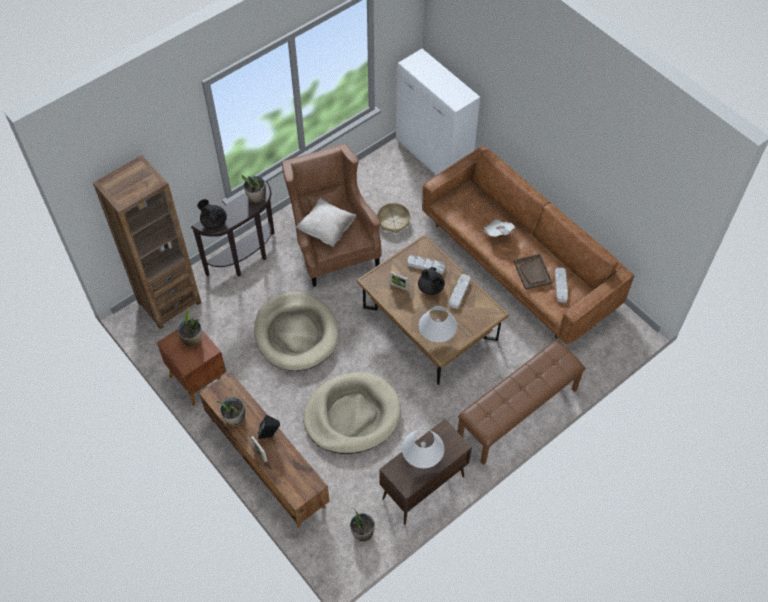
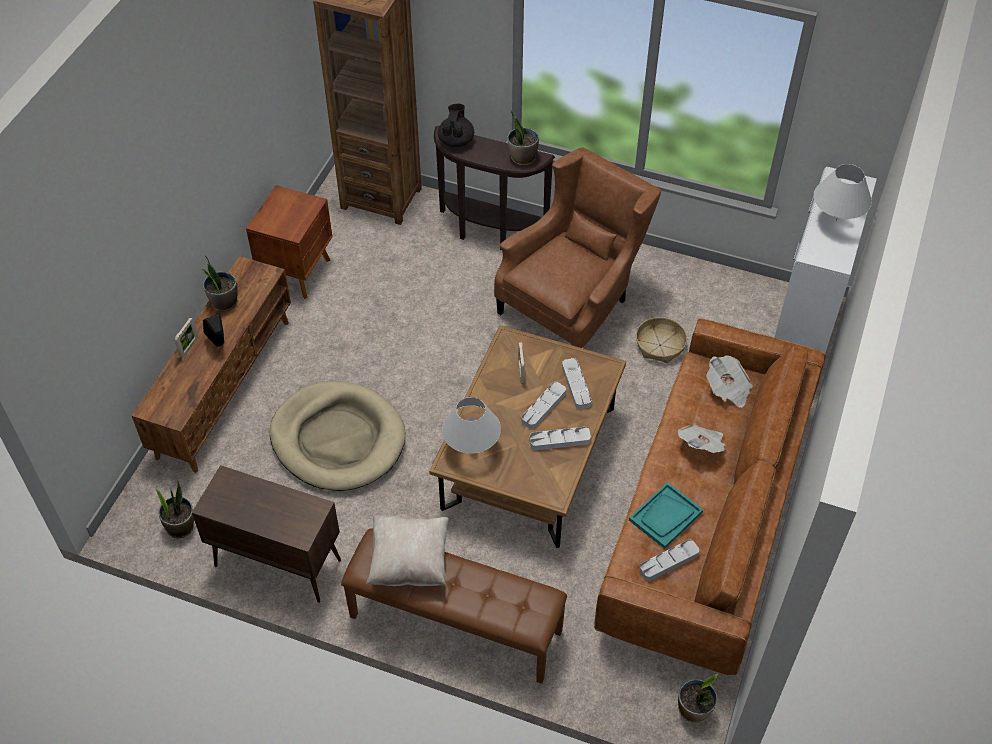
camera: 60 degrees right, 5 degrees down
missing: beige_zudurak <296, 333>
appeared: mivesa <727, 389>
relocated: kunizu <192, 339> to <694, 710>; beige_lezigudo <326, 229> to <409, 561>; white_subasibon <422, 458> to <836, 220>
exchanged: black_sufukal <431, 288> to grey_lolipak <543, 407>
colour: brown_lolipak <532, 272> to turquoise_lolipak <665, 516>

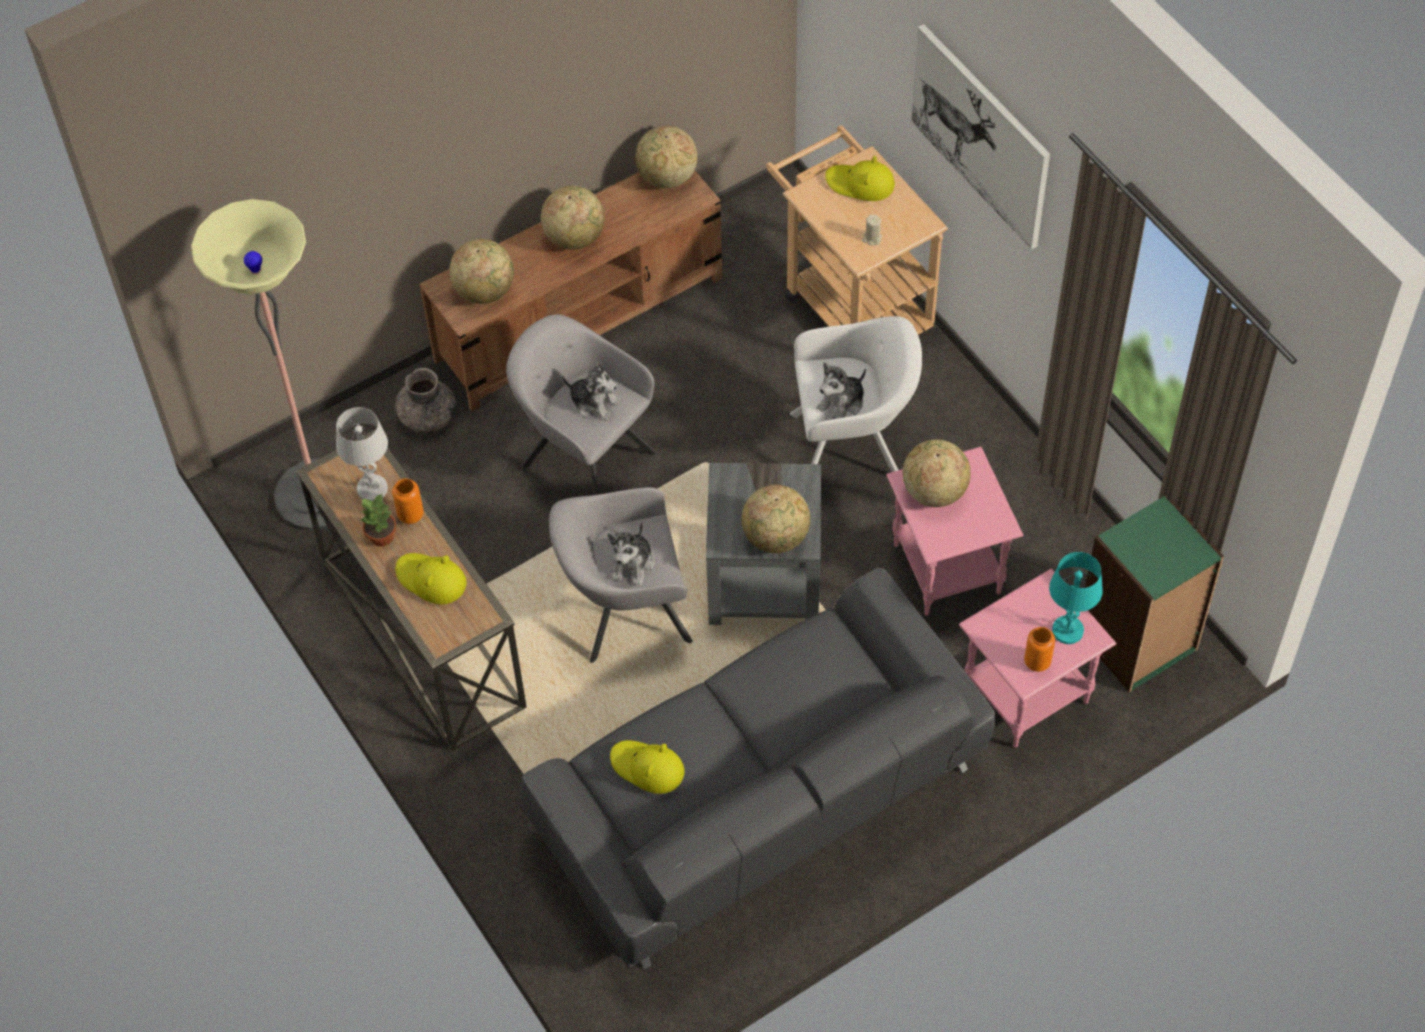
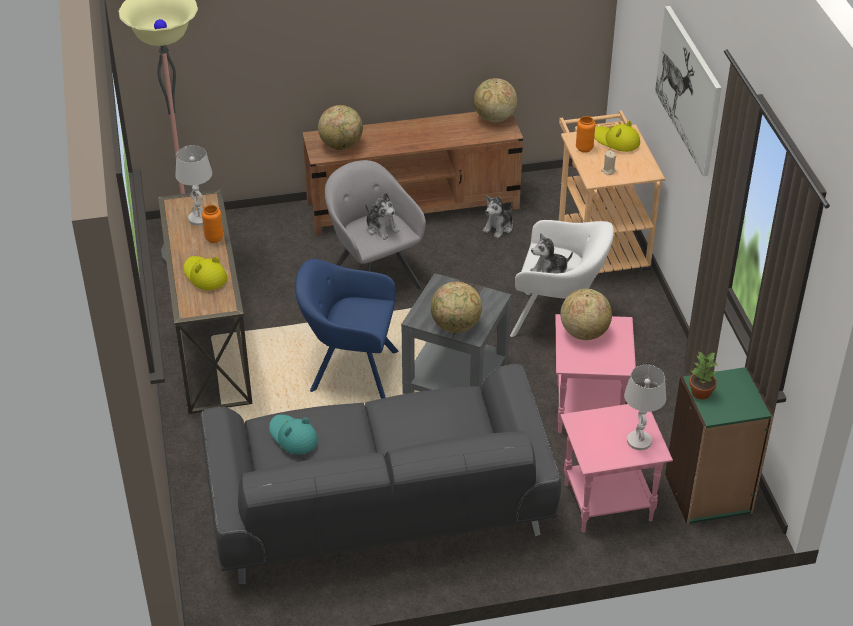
camera: 20 degrees right, 15 degrees down
missing: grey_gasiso <427, 417>; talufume <574, 237>
relocated: kunizu <381, 537> to <700, 392>; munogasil <633, 564> to <499, 227>; orange_gasiso <1037, 662> to <584, 148>
colour: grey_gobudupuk <624, 613> to blue_gobudupuk <349, 370>; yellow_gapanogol <647, 768> to turquoise_gapanogol <293, 437>; turquoise_subasibon <1067, 630> to white_subasibon <639, 441>

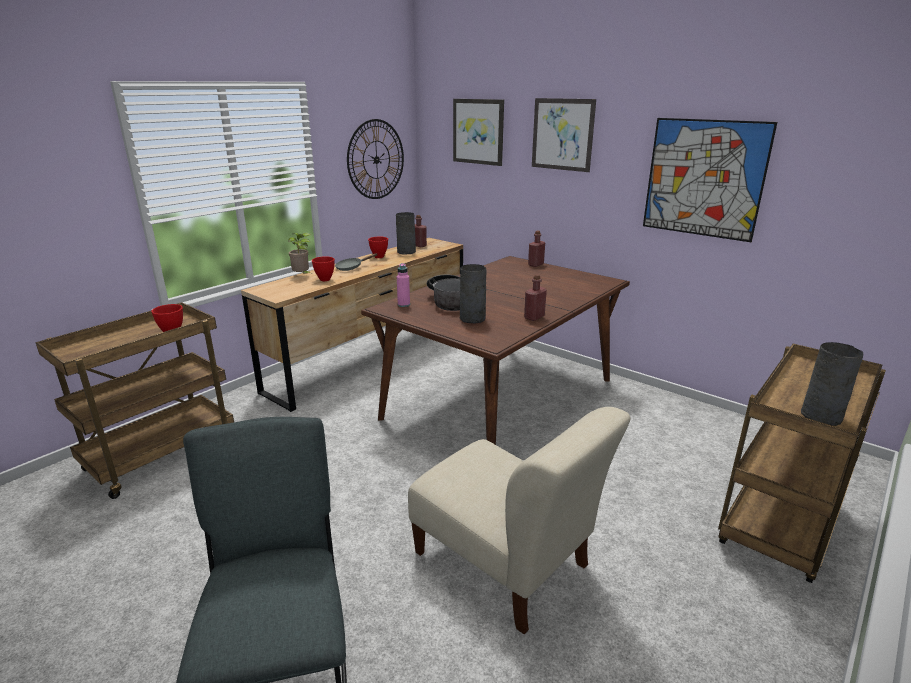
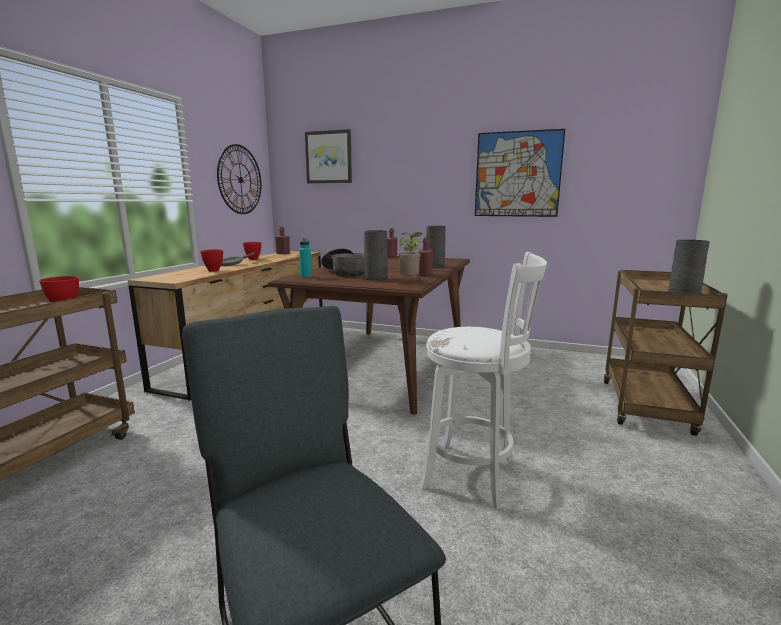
camera: 20 degrees left, 10 degrees down
missing: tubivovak <562, 134>
relocated: kunizu <302, 276> to <410, 281>; grey_gasiso <407, 252> to <435, 266>
exchanged: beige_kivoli <506, 564> to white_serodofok <474, 475>
colour: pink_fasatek <403, 304> to turquoise_fasatek <306, 276>

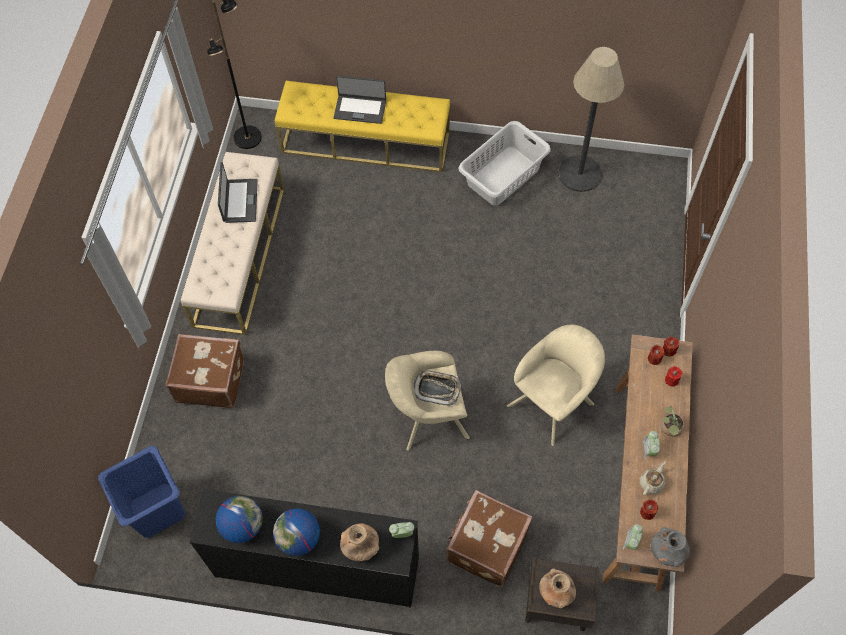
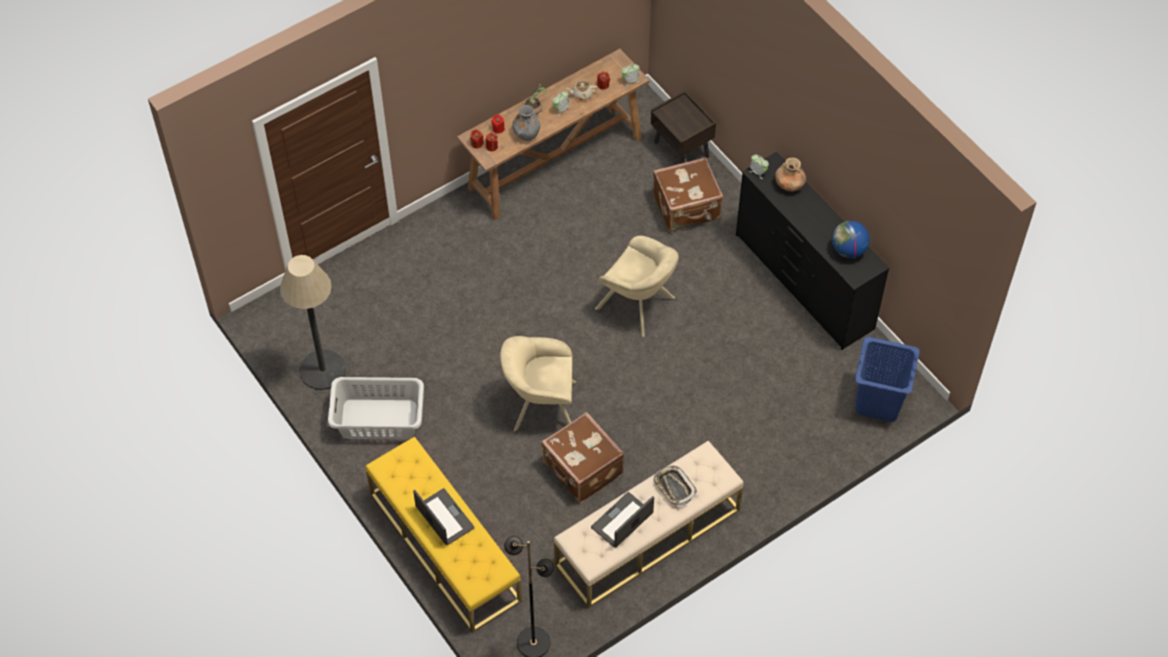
camera: 135 degrees left, 5 degrees down
missing: talufume <299, 539>; brown_gasiso <556, 593>
relocated: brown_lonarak <210, 379> to <582, 470>; lolipak <437, 389> to <674, 487>; beige_gobudupuk <553, 402> to <540, 405>; grey_gasiso <667, 552> to <526, 133>

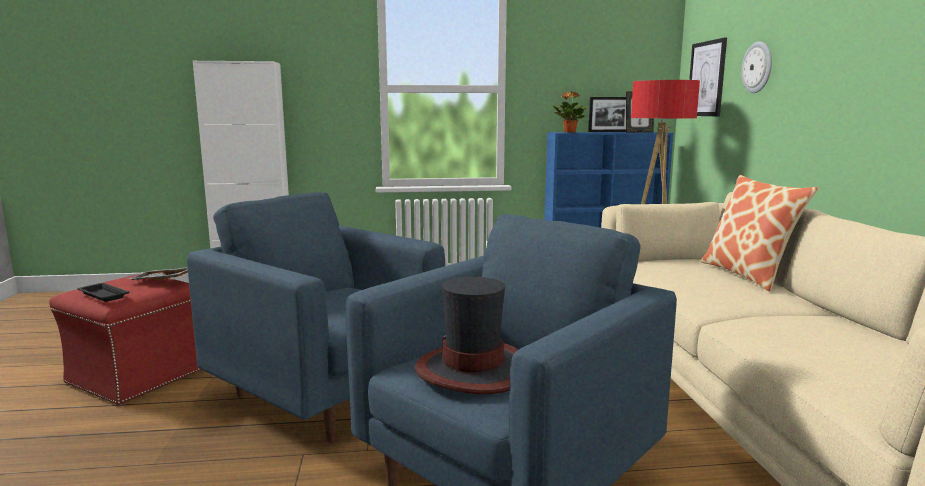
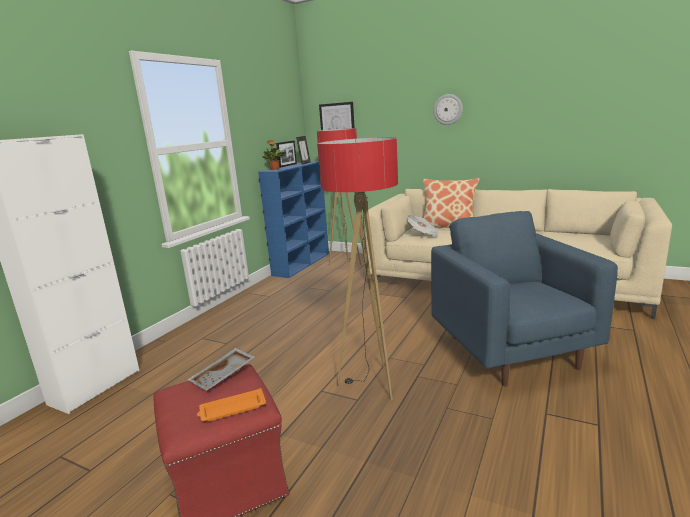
camera: 55 degrees left, 5 degrees up
missing: gapanogol <473, 369>
appeared: mivesa <424, 234>
relocated: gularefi <757, 67> to <448, 109>
exchanged: blue_gobudupuk <329, 394> to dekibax <370, 384>
colour: black_lolipak <103, 295> to orange_lolipak <232, 409>

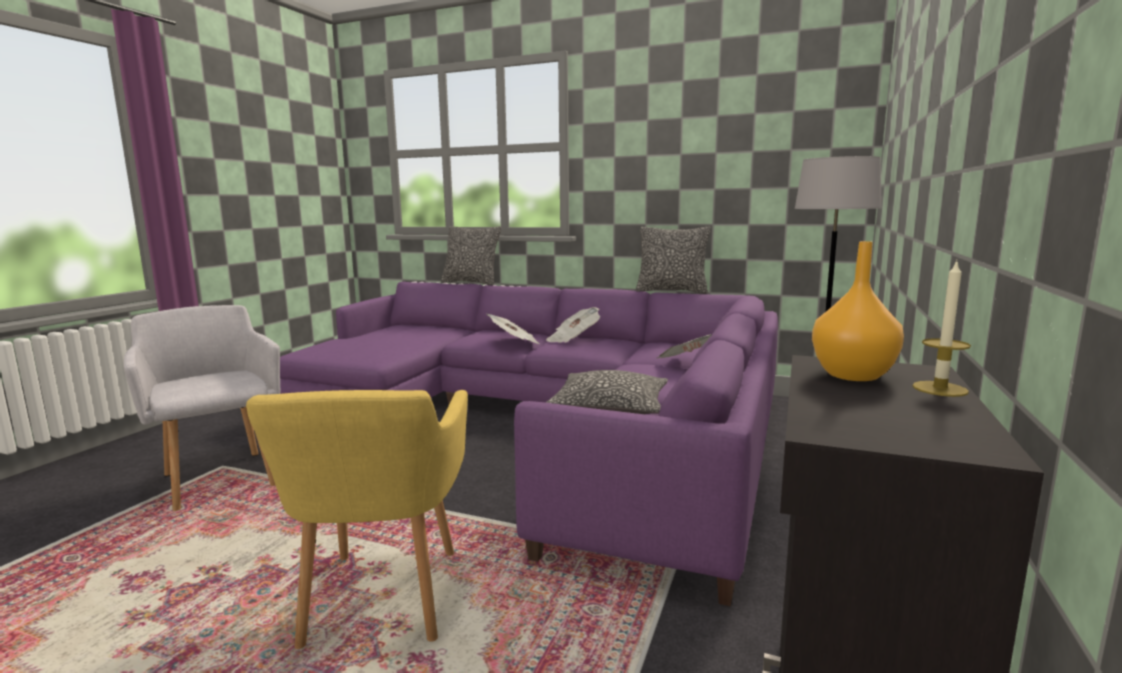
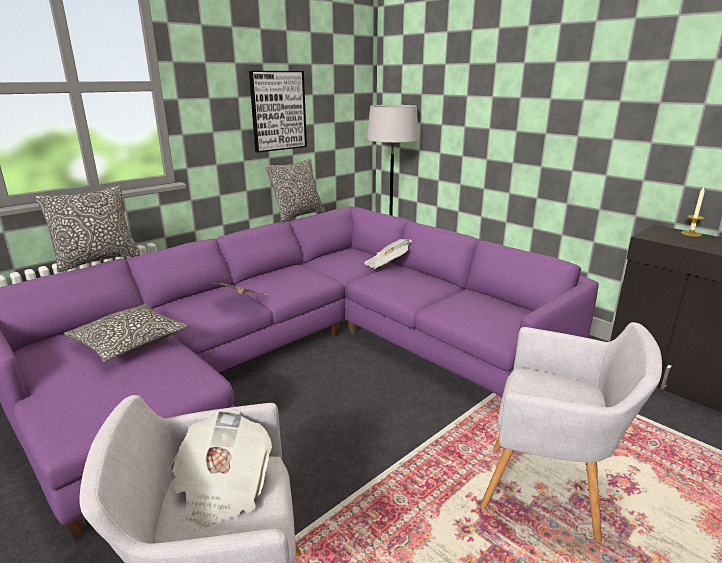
camera: 65 degrees left, 10 degrees up
missing: orange_gasiso <851, 375>
appeared: tubivovak <278, 111>
relocated: mivesa <573, 339> to <222, 488>; lezigudo <610, 408> to <130, 342>
colour: yellow_gobudupuk <380, 602> to grey_gobudupuk <549, 493>

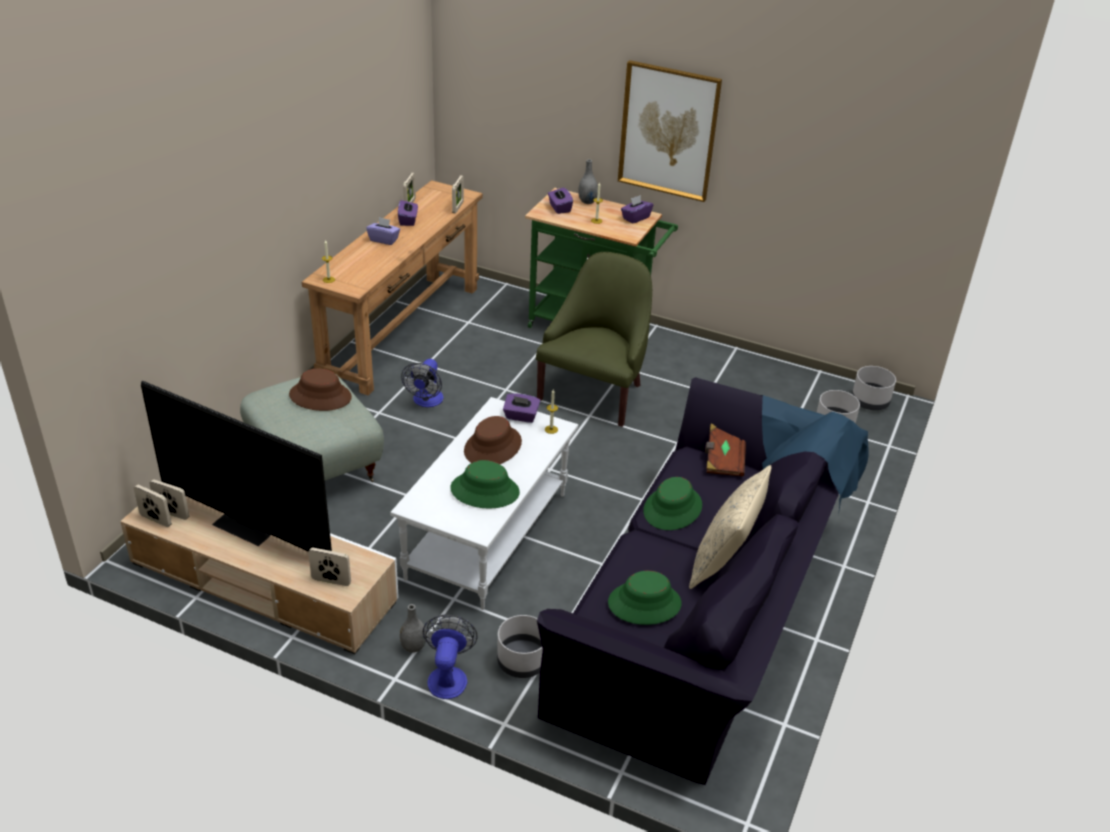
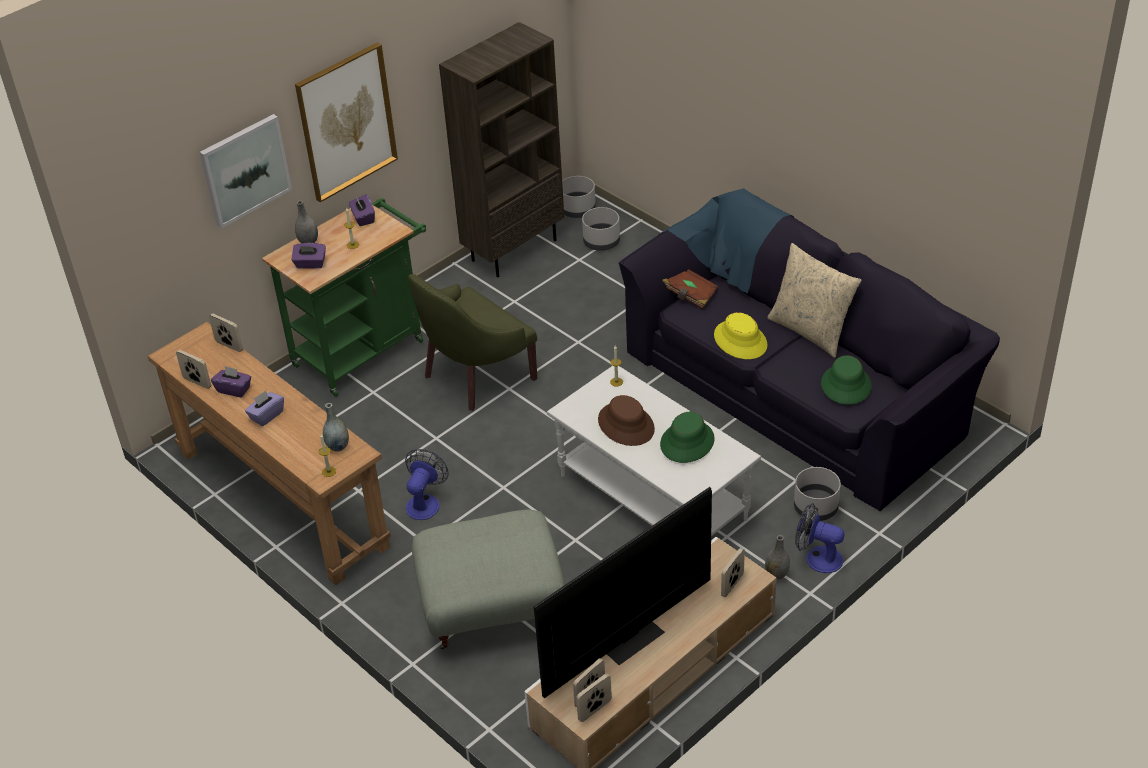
camera: 65 degrees left, 5 degrees up
missing: brown_gapanogol <320, 396>; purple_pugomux <521, 416>
appeared: tubivovak <245, 170>; grey_gasiso <338, 446>; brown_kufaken <514, 249>
colour: green_gapanogol <673, 508> to yellow_gapanogol <740, 340>
spun: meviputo <426, 401> = <425, 502> 105 degrees counterclockwise; green_gobudupuk <595, 392> = <475, 376> 90 degrees counterclockwise

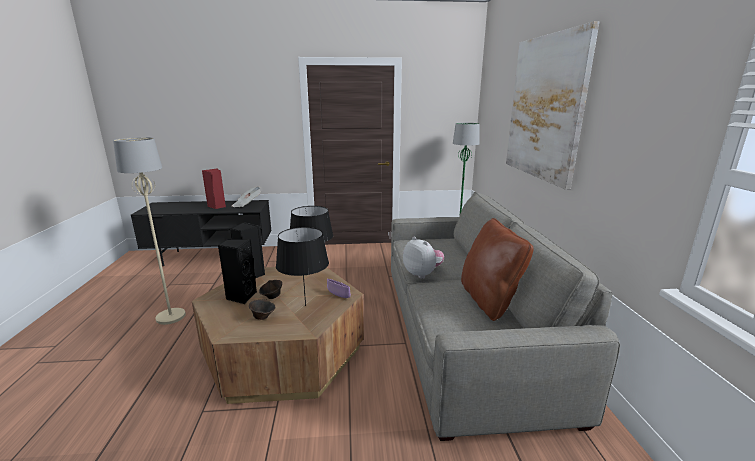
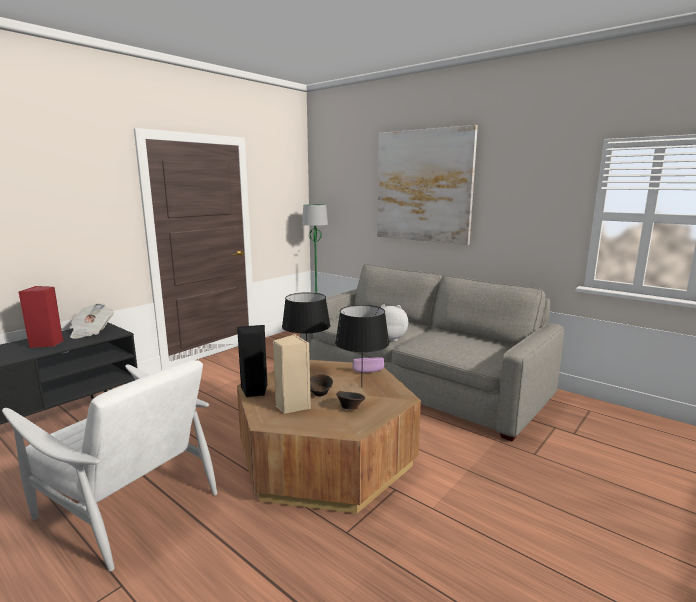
camera: 45 degrees left, 5 degrees down
missing: brown_lezigudo <489, 300>
exchanged: beige_dekibax <170, 317> to white_gobudupuk <126, 502>
colour: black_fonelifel <241, 297> to beige_fonelifel <292, 406>

